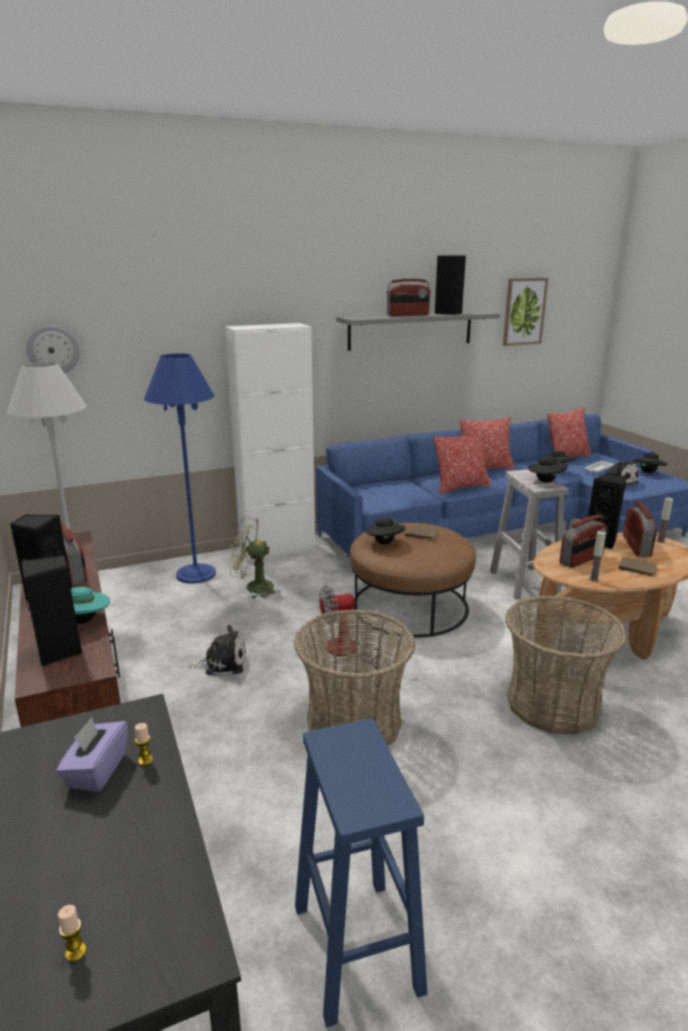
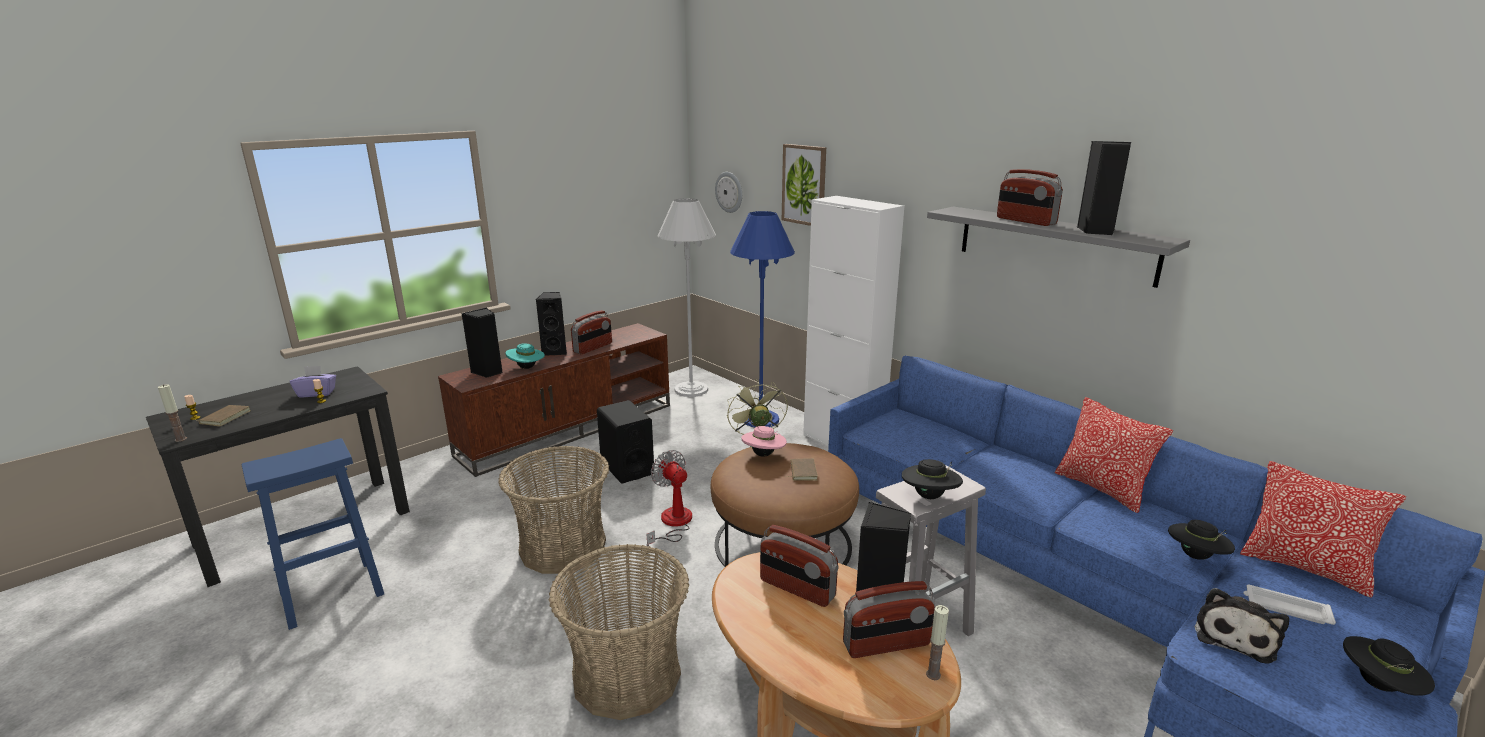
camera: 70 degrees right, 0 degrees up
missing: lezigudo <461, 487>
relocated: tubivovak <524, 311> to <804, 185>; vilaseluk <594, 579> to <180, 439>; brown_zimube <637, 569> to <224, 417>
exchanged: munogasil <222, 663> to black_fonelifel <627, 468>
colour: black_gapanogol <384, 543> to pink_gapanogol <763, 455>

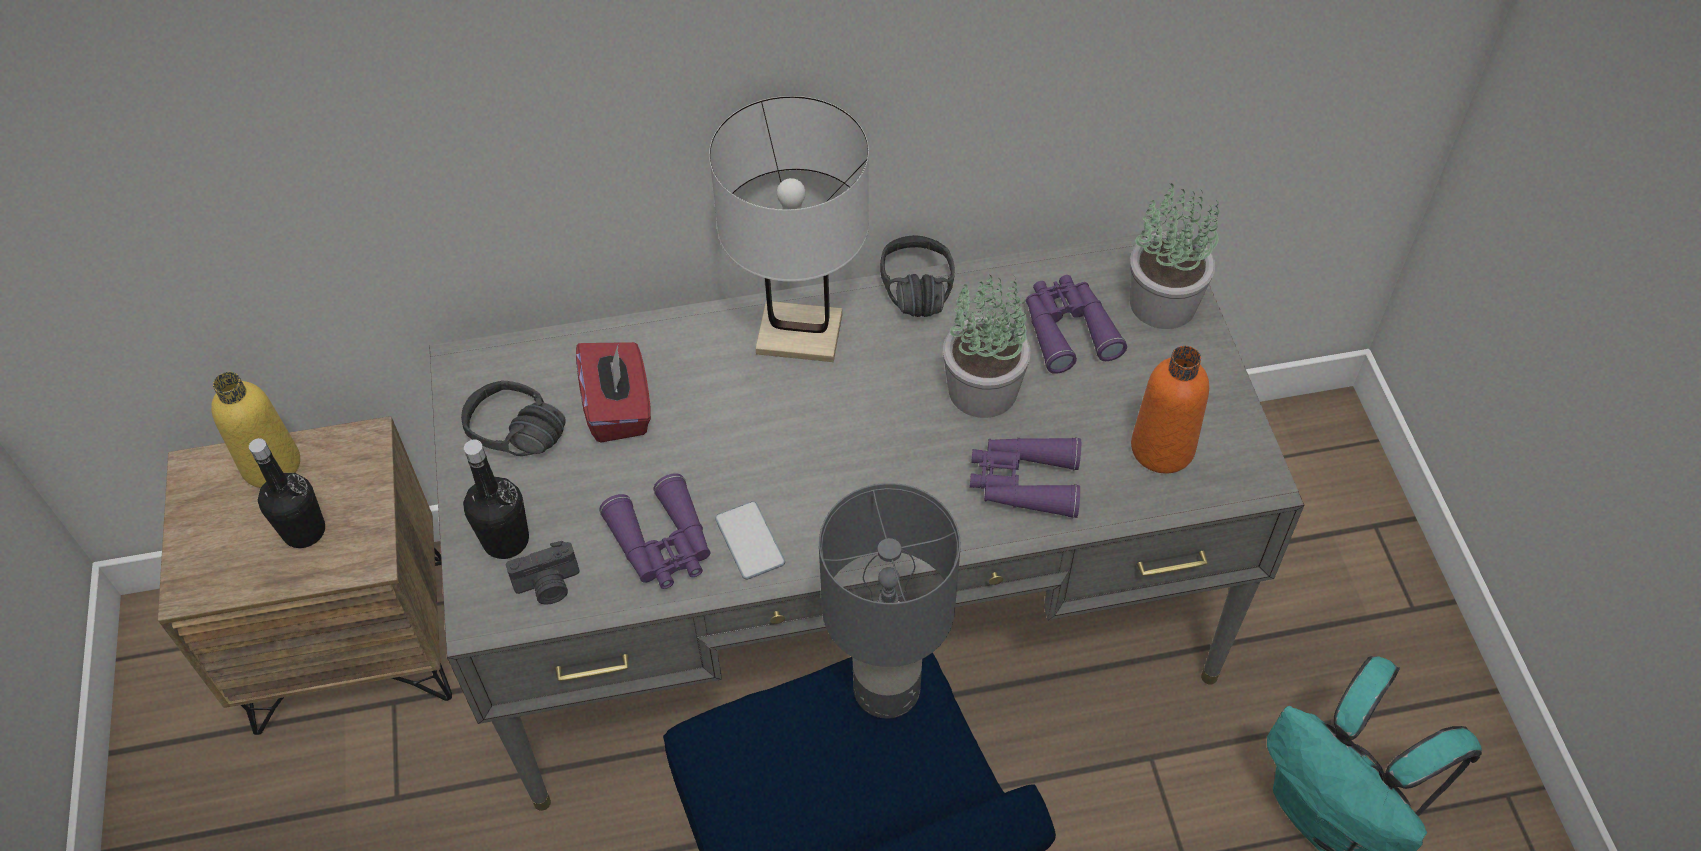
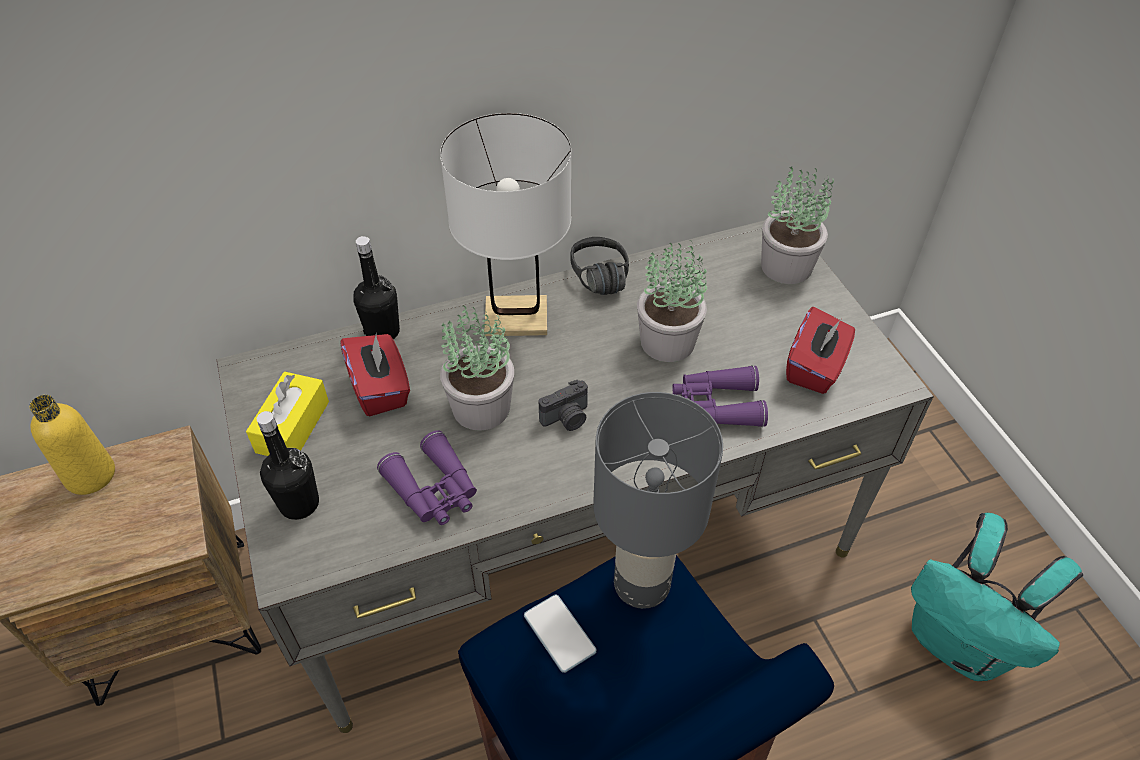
camera: 10 degrees left, 5 degrees down
missing: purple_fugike <1067, 329>
appeared: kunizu <480, 408>
relocated: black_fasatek <304, 531> to <382, 332>; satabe <549, 586> to <567, 418>; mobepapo <750, 541> to <559, 633>
exchanged: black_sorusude <509, 444> to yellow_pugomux <292, 427>; orange_fasatek <1162, 448> to red_pugomux <815, 368>

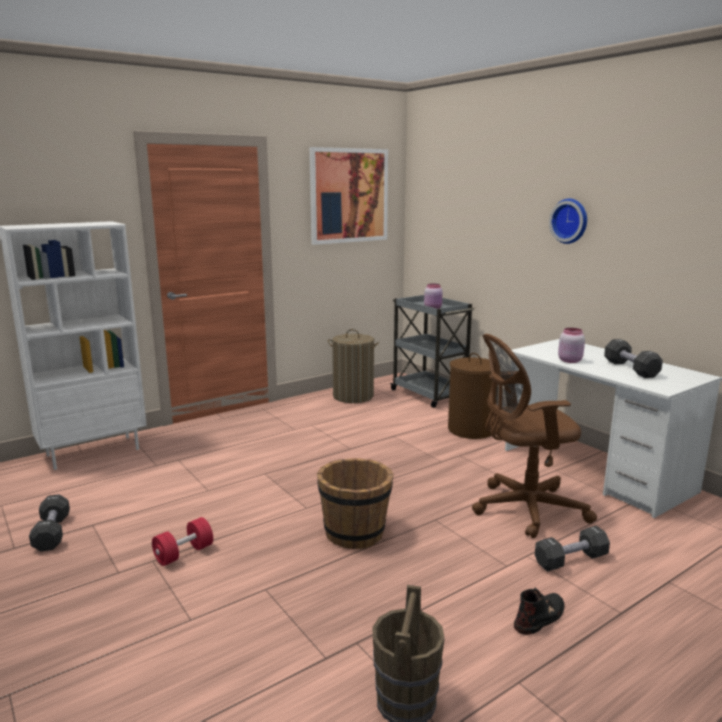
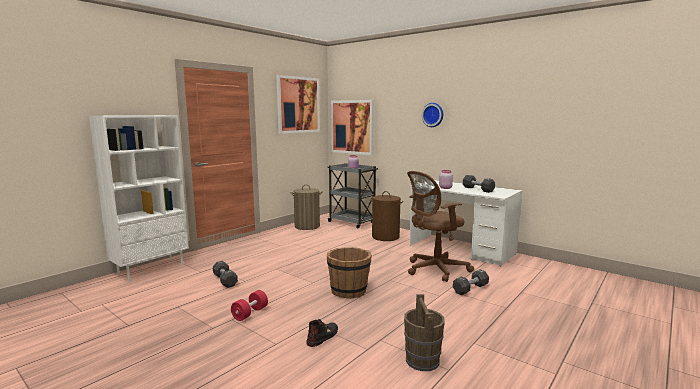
camera: 15 degrees left, 5 degrees down
appeared: tubivovak <352, 127>
relocated: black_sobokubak <52, 533> to <225, 280>; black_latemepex <540, 616> to <323, 336>

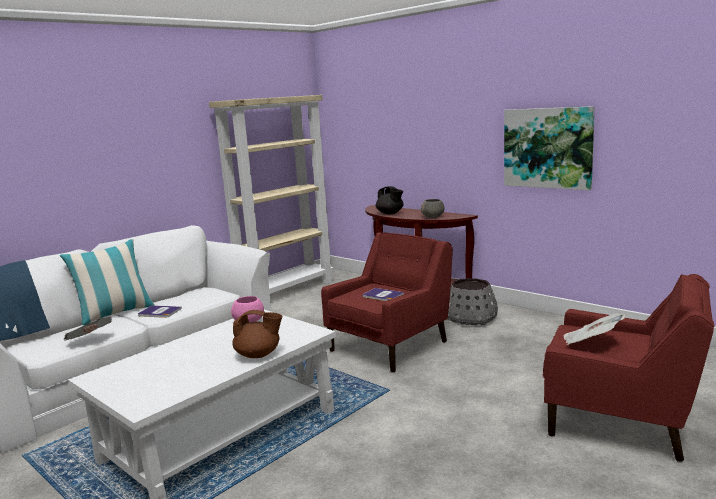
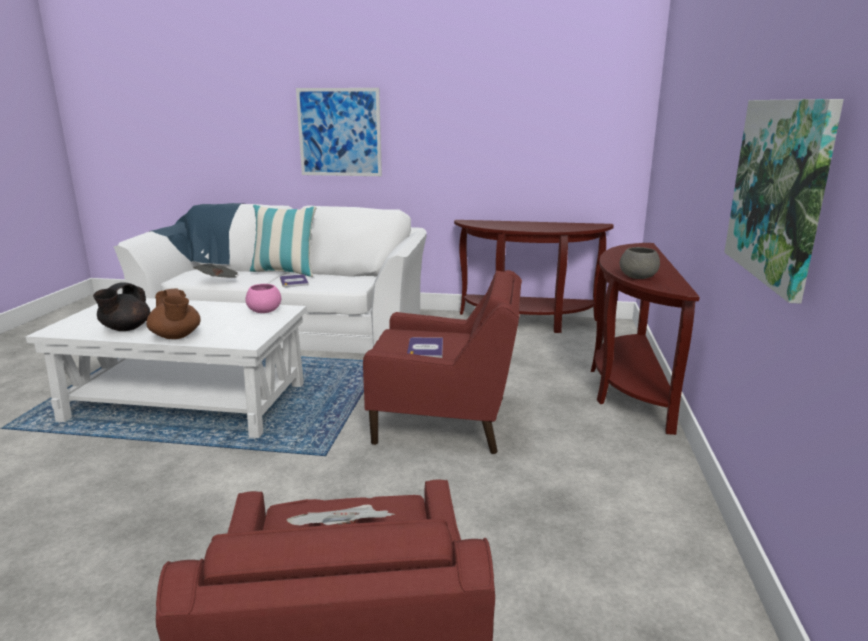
camera: 55 degrees right, 5 degrees up
missing: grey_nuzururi <471, 318>
appeared: tubivovak <339, 132>
relocated: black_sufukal <390, 213> to <125, 328>
exchanged: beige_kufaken <286, 291> to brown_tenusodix <527, 322>

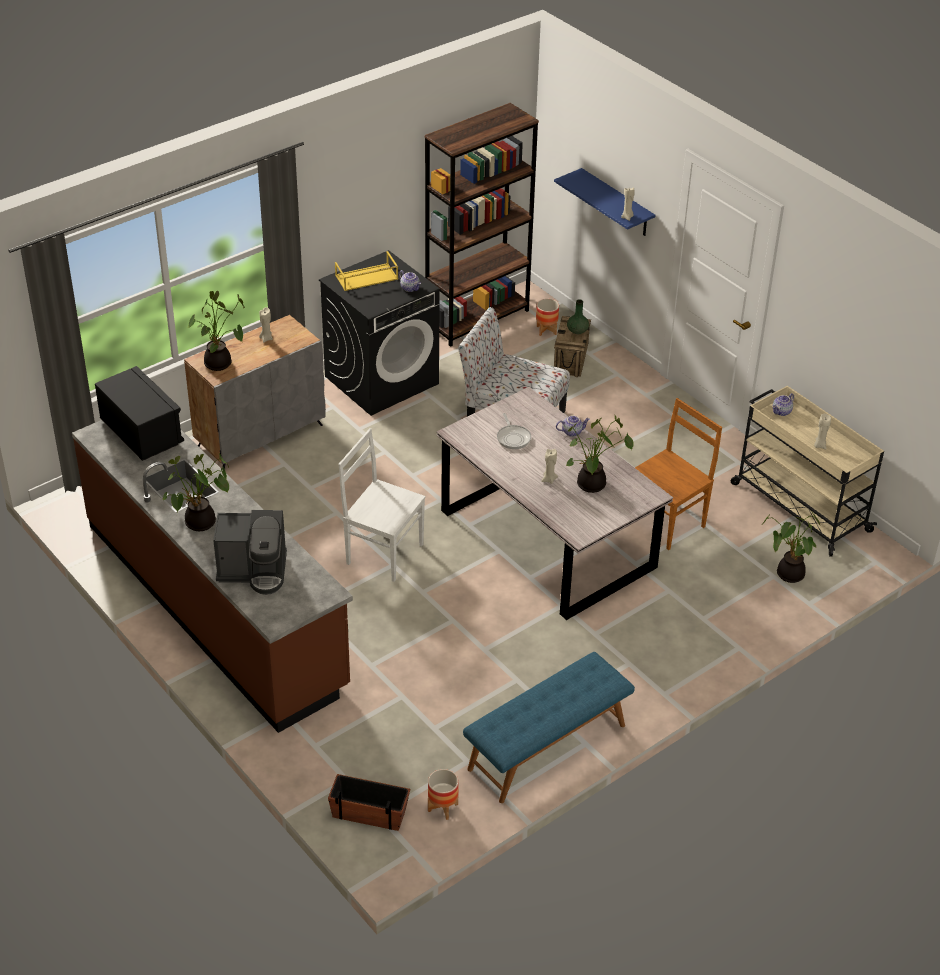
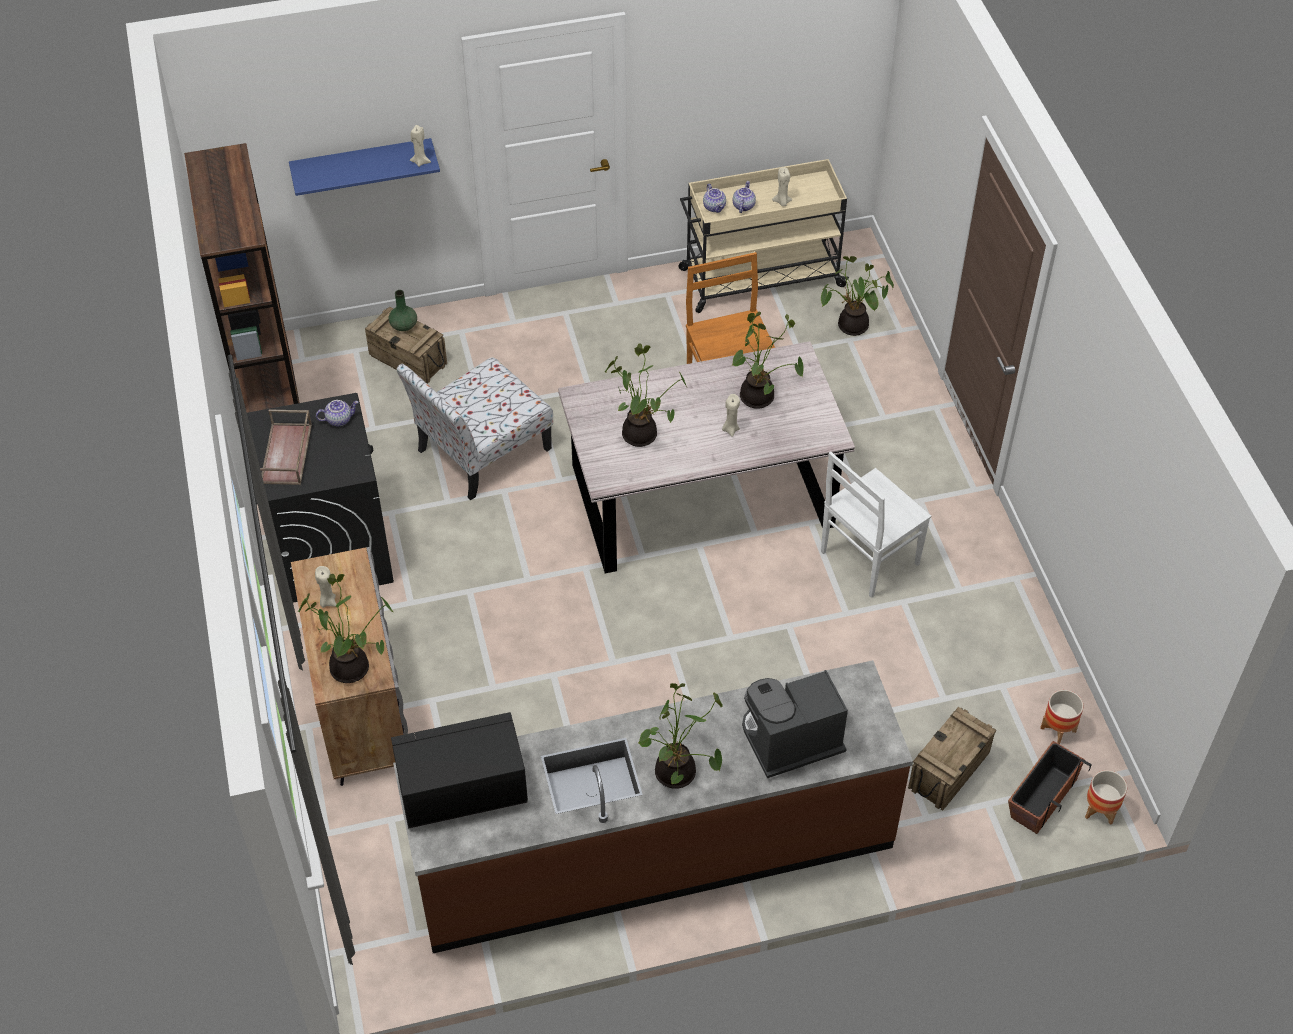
camera: 65 degrees left, 10 degrees up
missing: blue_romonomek <547, 747>
appeared: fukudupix <949, 771>
relocated: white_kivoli <383, 553> to <867, 559>; nuzururi <546, 330> to <1100, 810>; sufukal <572, 432> to <743, 206>
exchanged: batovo <513, 437> to kunizu <642, 434>
colour: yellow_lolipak <366, 278> to brown_lolipak <287, 454>
spun: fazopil <254, 571> = <790, 742> 135 degrees counterclockwise

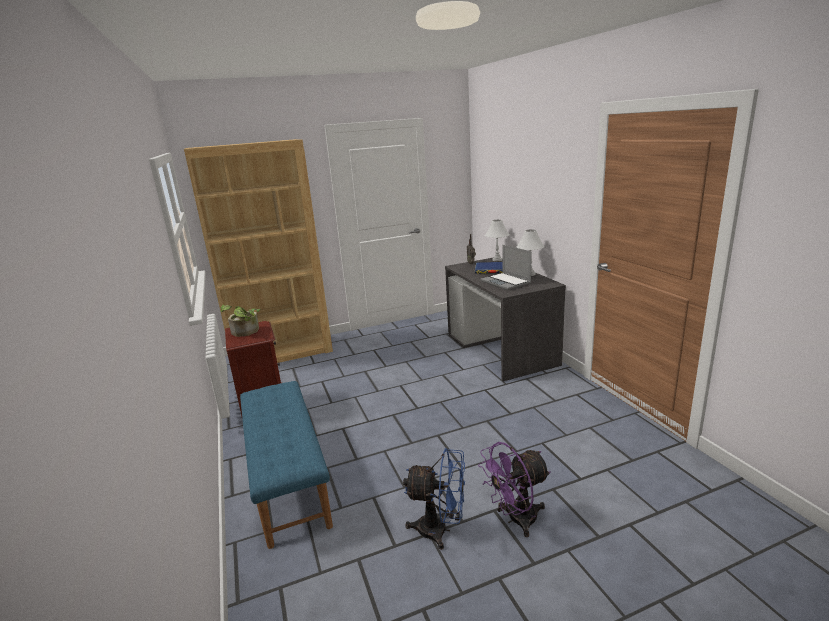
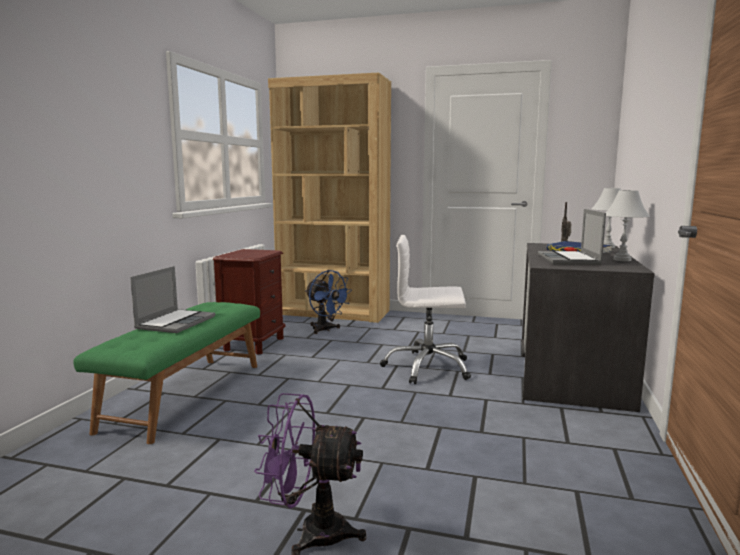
camera: 35 degrees right, 10 degrees down
missing: kunizu <245, 332>
appeared: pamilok <176, 322>; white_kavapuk <427, 368>
relocated: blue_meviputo <440, 530> to <325, 330>
colour: blue_romonomek <287, 479> to green_romonomek <185, 395>

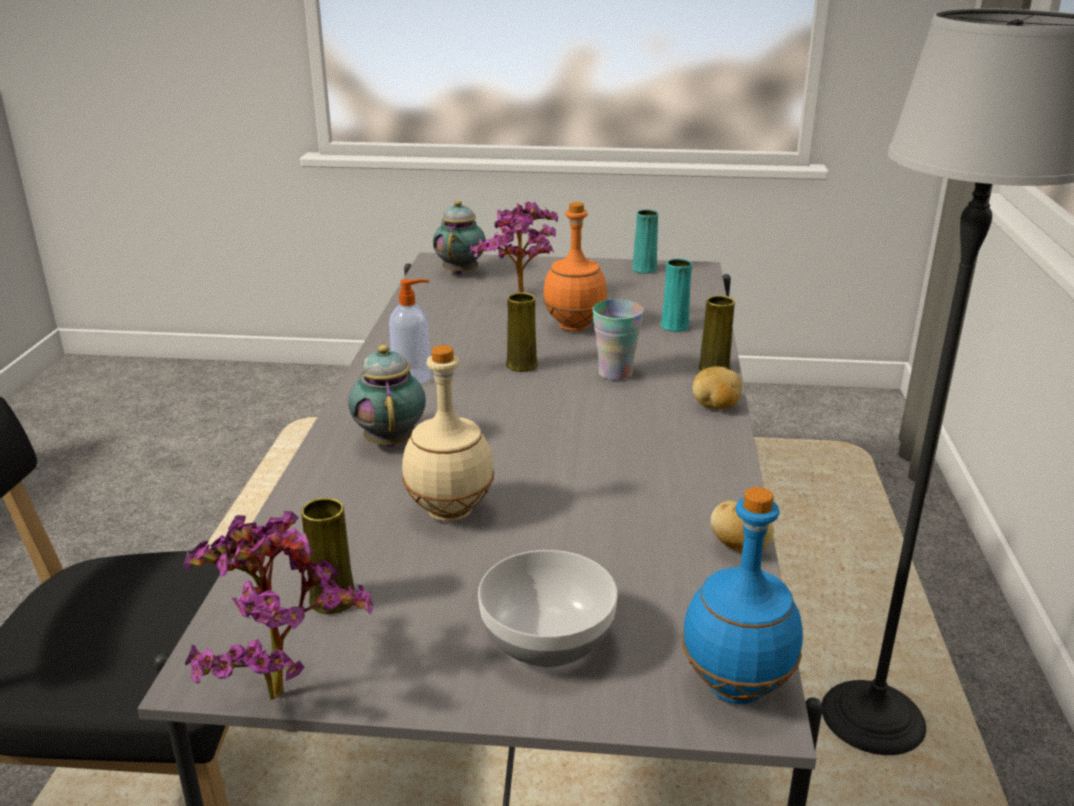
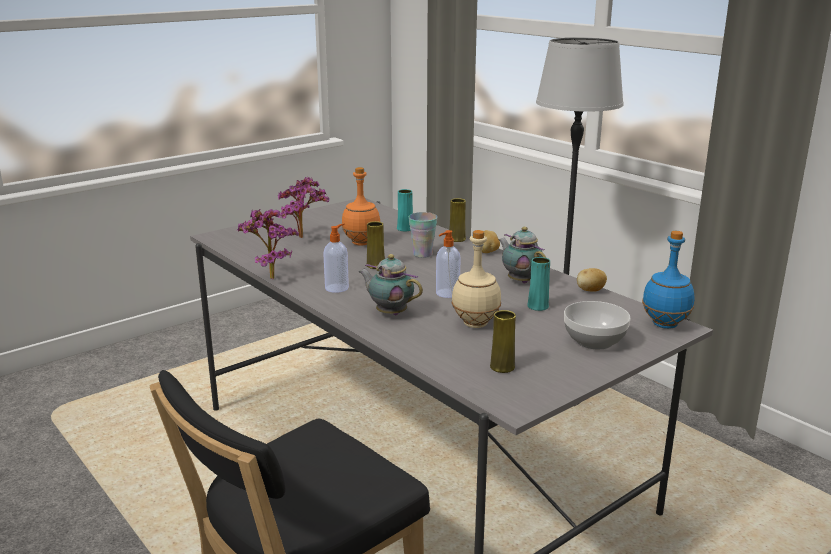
camera: 45 degrees left, 5 degrees down
appeared: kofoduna <447, 293>
relocated: kunizu <280, 685> to <269, 277>; sufukal <461, 272> to <520, 281>; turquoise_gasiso <644, 269> to <538, 306>

